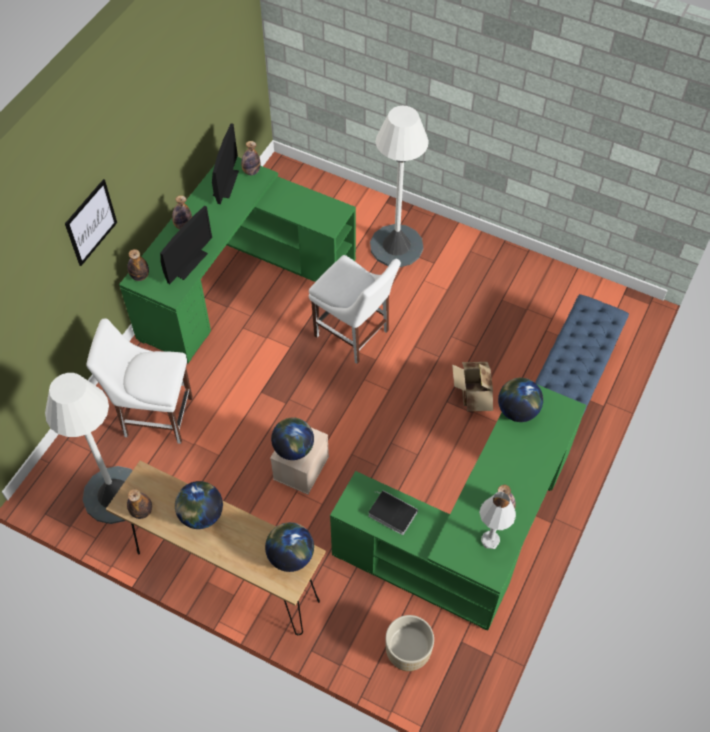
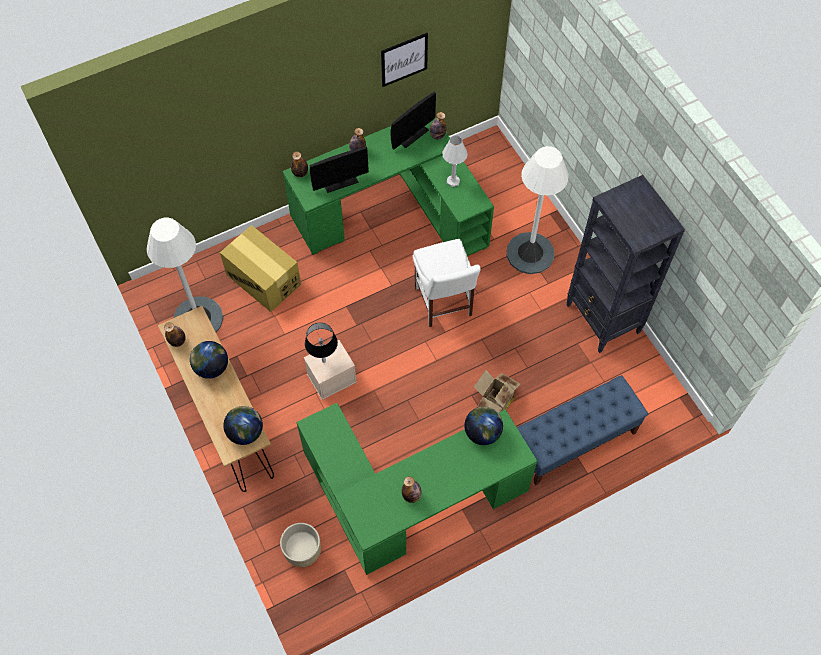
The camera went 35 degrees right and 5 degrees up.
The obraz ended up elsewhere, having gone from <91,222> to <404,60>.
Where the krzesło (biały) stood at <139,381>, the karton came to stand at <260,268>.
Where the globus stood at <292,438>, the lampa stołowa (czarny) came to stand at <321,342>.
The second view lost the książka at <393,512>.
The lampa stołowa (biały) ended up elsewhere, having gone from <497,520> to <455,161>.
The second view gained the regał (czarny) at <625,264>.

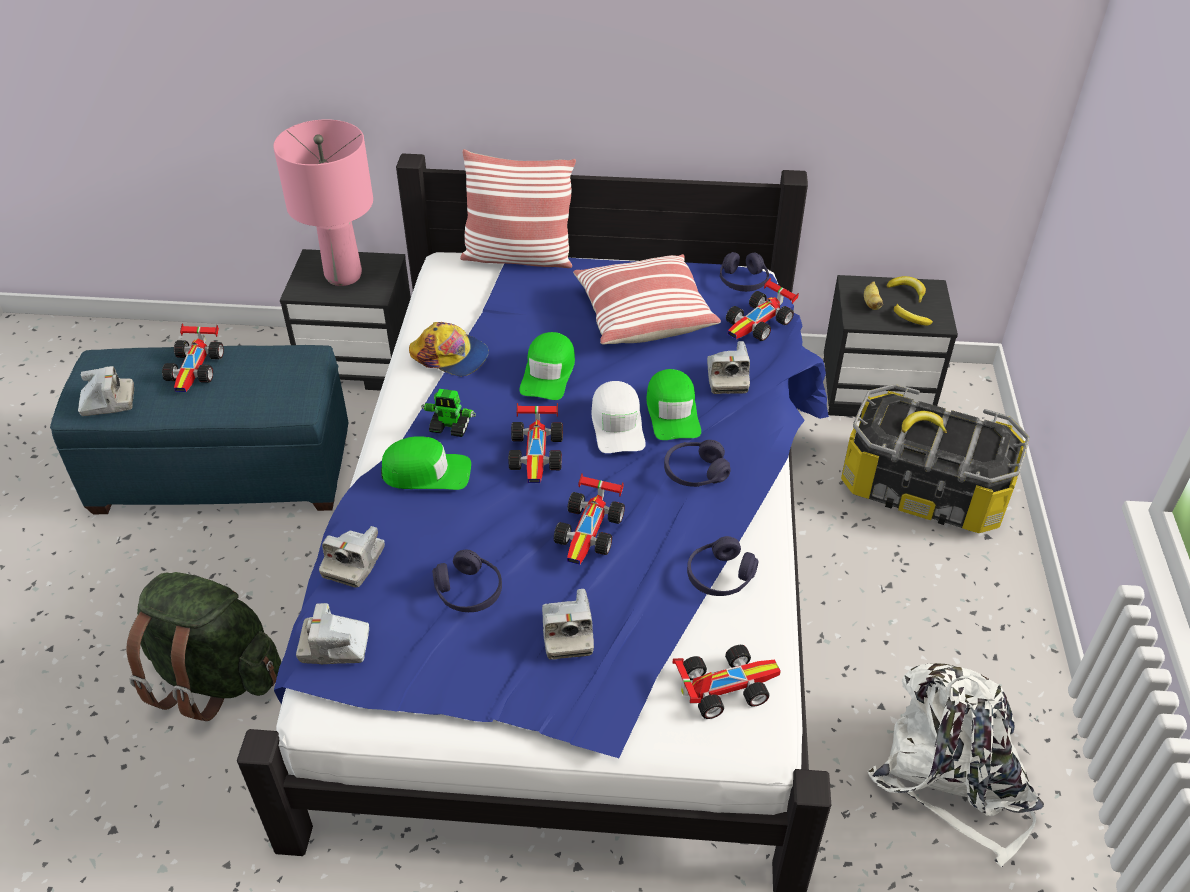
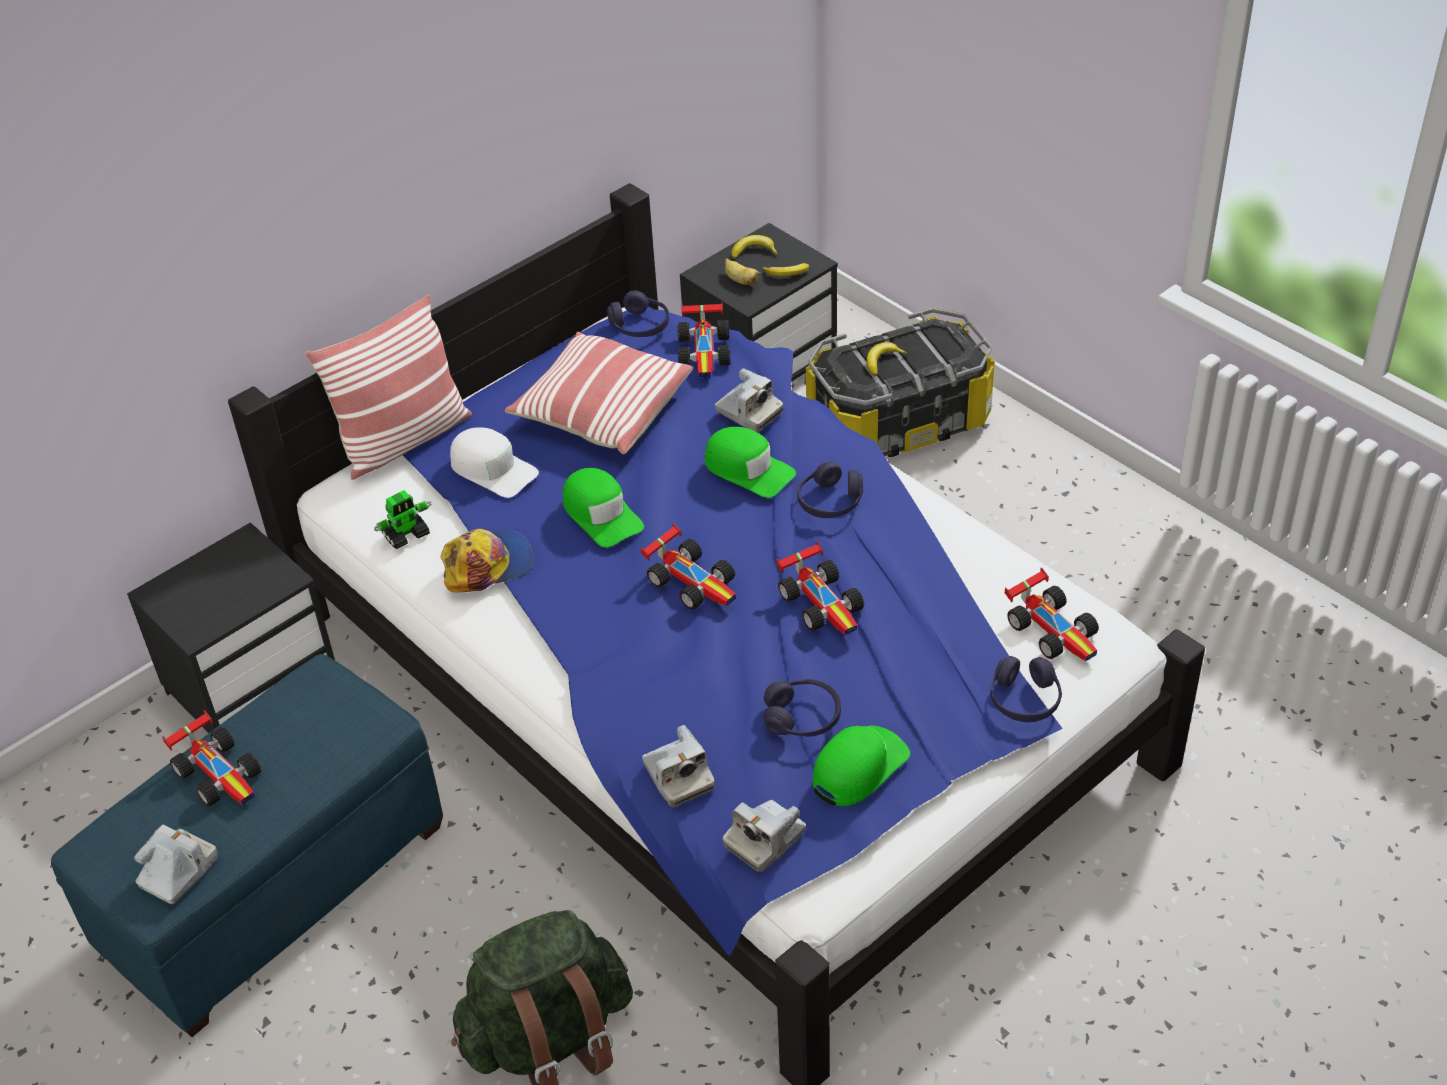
The camera went 45 degrees left and 0 degrees up.
The second view lost the lampa stołowa (różowy) at <323,202>.
The czapka z daszkiem (zielony) ended up elsewhere, having gone from <426,463> to <861,765>.
The robot zabawkowy ended up elsewhere, having gone from <448,413> to <402,519>.
The second view lost the aparat fotograficzny at <568,624>.
The czapka z daszkiem (biały) ended up elsewhere, having gone from <618,417> to <494,462>.
The samochodzik at <727,682> ended up facing another way, 120 degrees clockwise from before.
The słuchawki (fioletowy) ended up elsewhere, having gone from <722,566> to <1026,689>.
The second view lost the plecak (biały) at <956,765>.

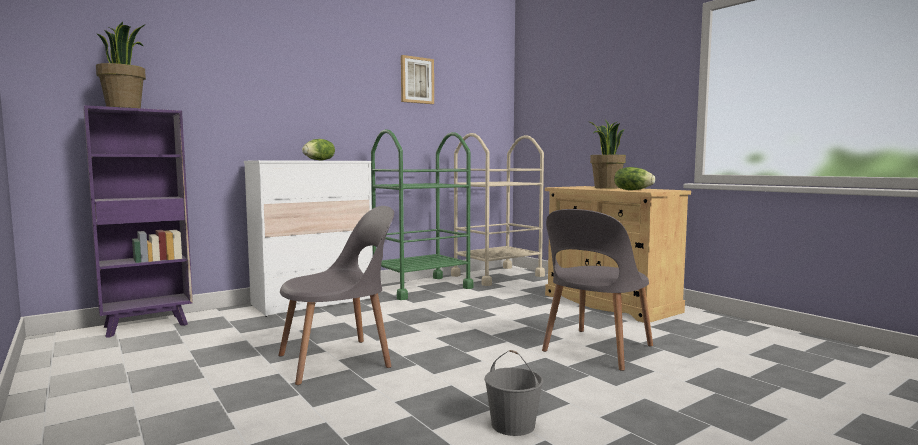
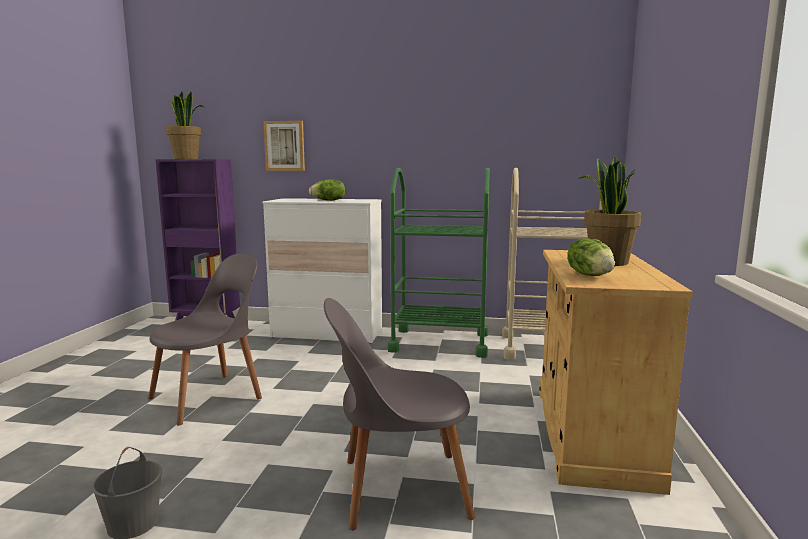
The camera went 45 degrees right and 5 degrees up.
The krzesło (szary) at <336,295> ended up facing another way, 60 degrees counterclockwise from before.
The obraz ended up elsewhere, having gone from <417,79> to <284,146>.

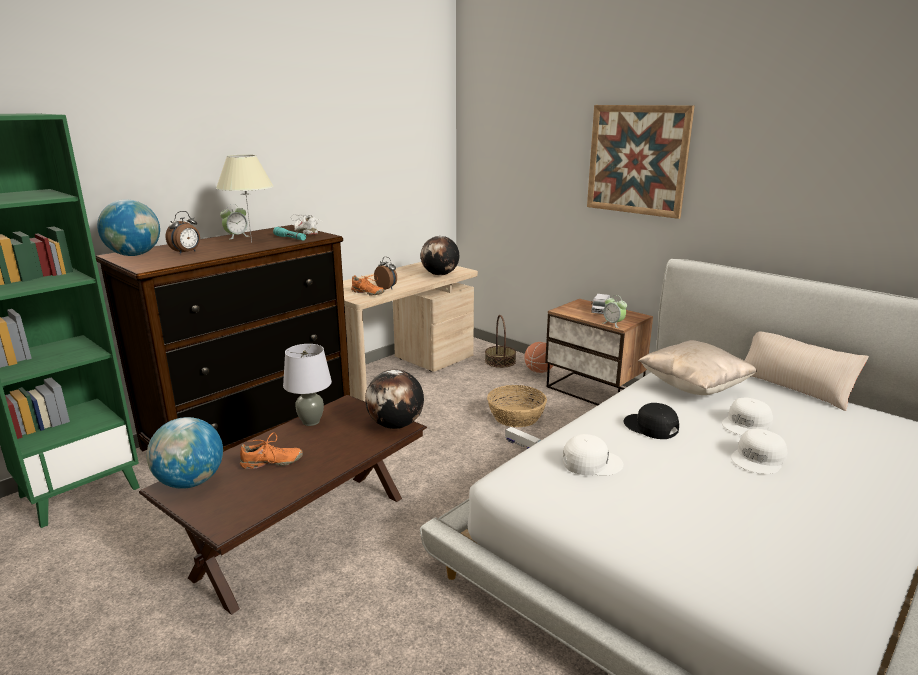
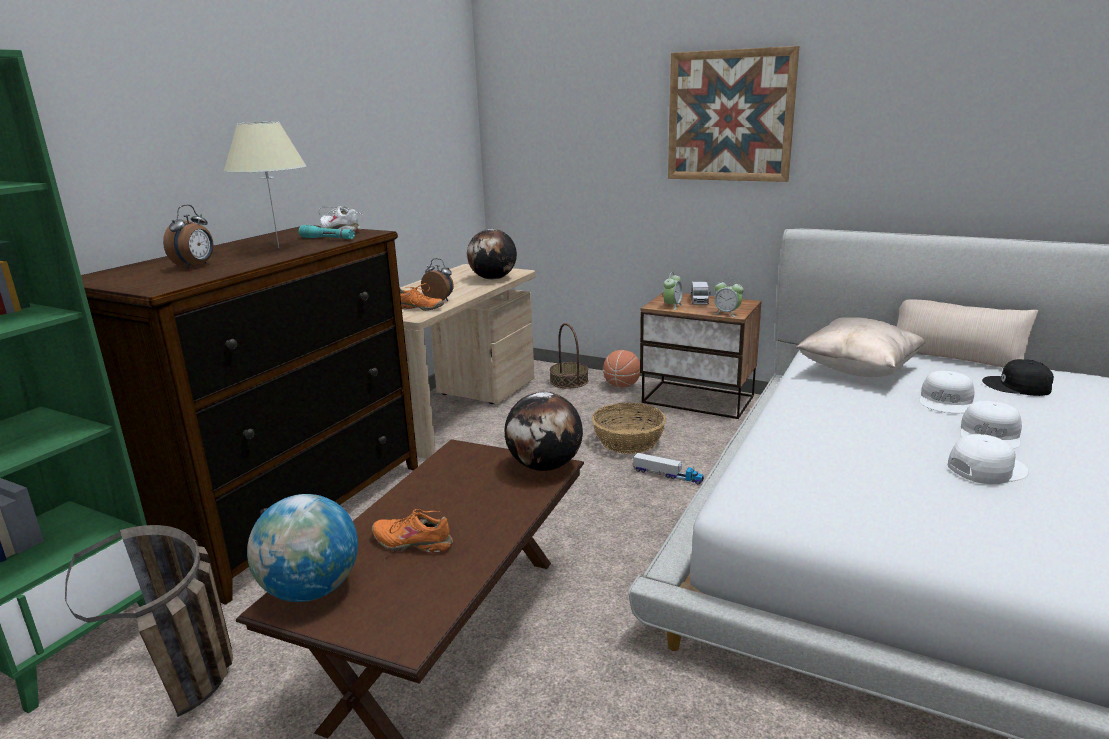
The camera went 15 degrees left and 0 degrees up.
The second view lost the globus at <128,227>.
The budzik ended up elsewhere, having gone from <234,221> to <673,291>.
The but (pomarańczowy) at <271,451> ended up facing another way, 135 degrees counterclockwise from before.
The second view lost the lampa stołowa (szary) at <307,385>.
The czapka z daszkiem (biały) ended up elsewhere, having gone from <592,454> to <988,459>.
The czapka z daszkiem (czarny) ended up elsewhere, having gone from <651,421> to <1018,377>.
The second view gained the koszyk at <149,621>.

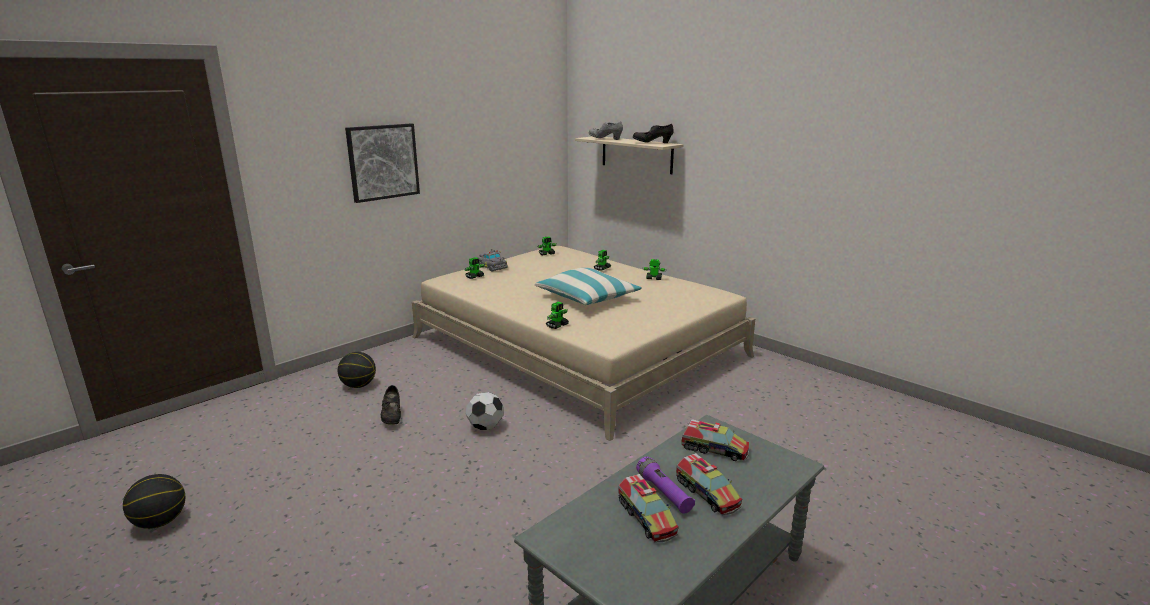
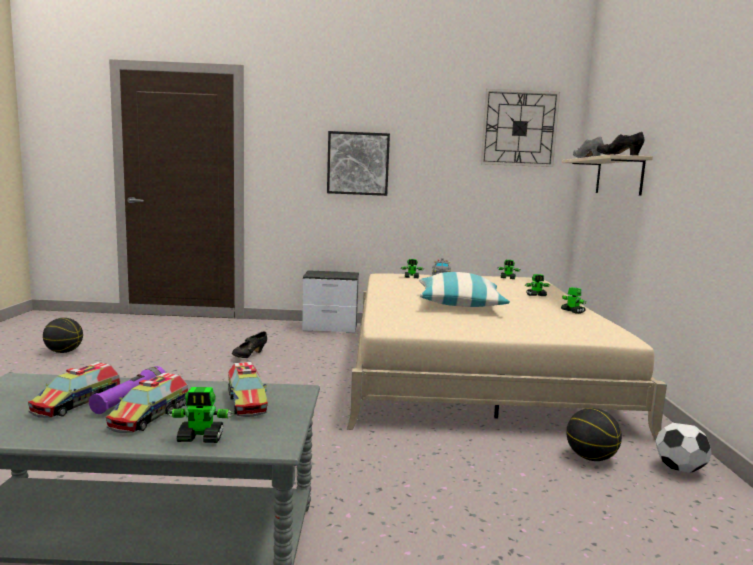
The camera went 45 degrees right and 10 degrees down.
The piłka do koszykówki ended up elsewhere, having gone from <357,370> to <594,434>.
The piłka futbolowa ended up elsewhere, having gone from <485,411> to <684,448>.
The robot zabawkowy ended up elsewhere, having gone from <557,315> to <201,415>.
The second view gained the szafka nocna at <330,301>.
The second view gained the zegar ścienny at <520,128>.

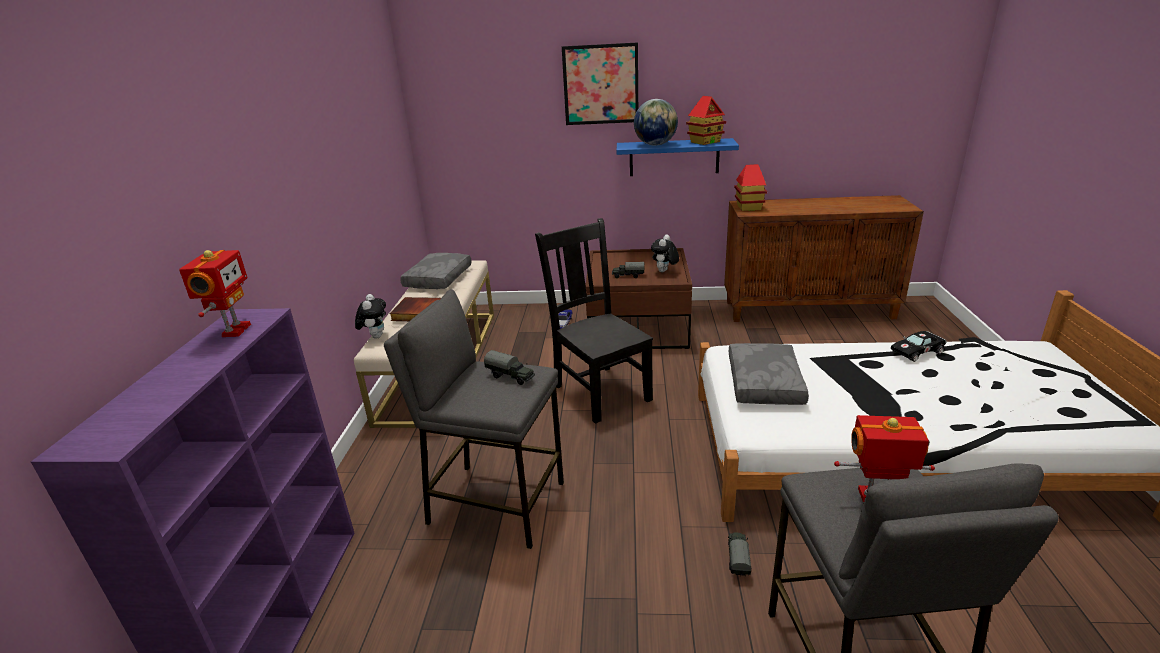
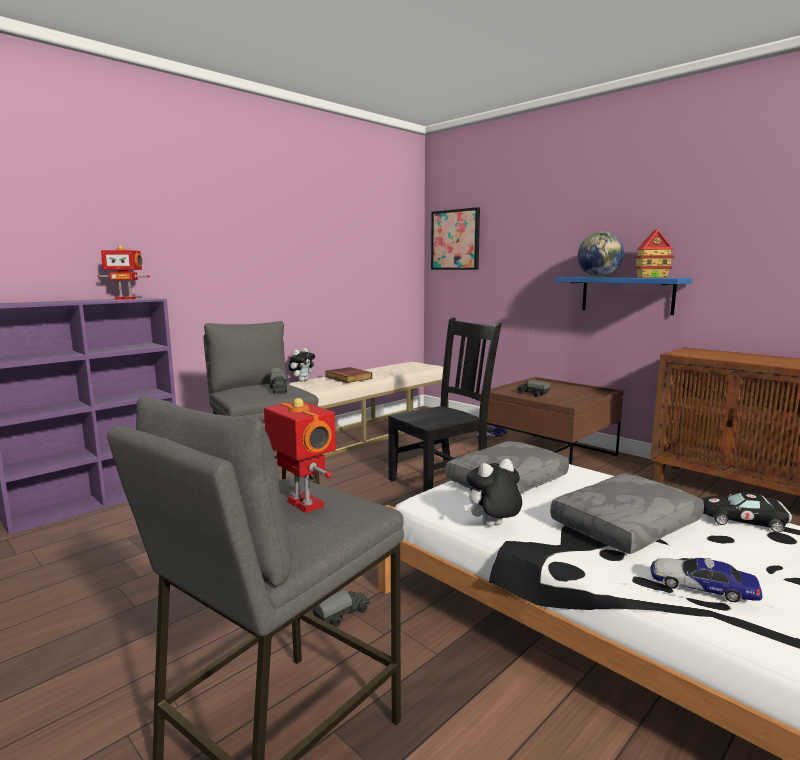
The camera went 40 degrees right and 15 degrees down.
The robot zabawkowy at <215,293> ended up facing another way, 45 degrees clockwise from before.
The poduszka (szary) ended up elsewhere, having gone from <436,271> to <627,514>.
The krzesło (czarny) at <594,321> ended up facing another way, 45 degrees clockwise from before.
The obraz ended up elsewhere, having gone from <600,83> to <455,238>.
The pluszak ended up elsewhere, having gone from <665,253> to <493,492>.
The second view lost the domek at <750,187>.
The second view gained the samochodzik at <706,580>.

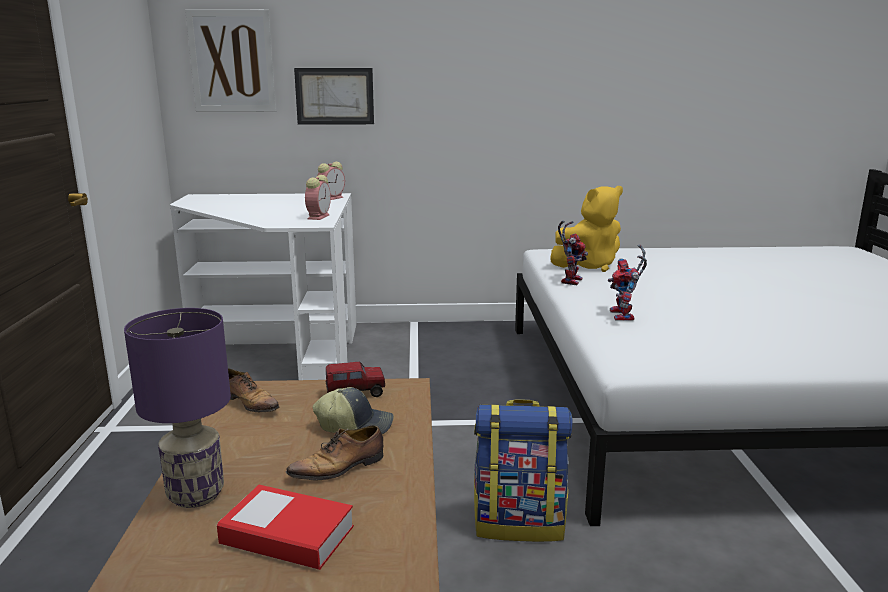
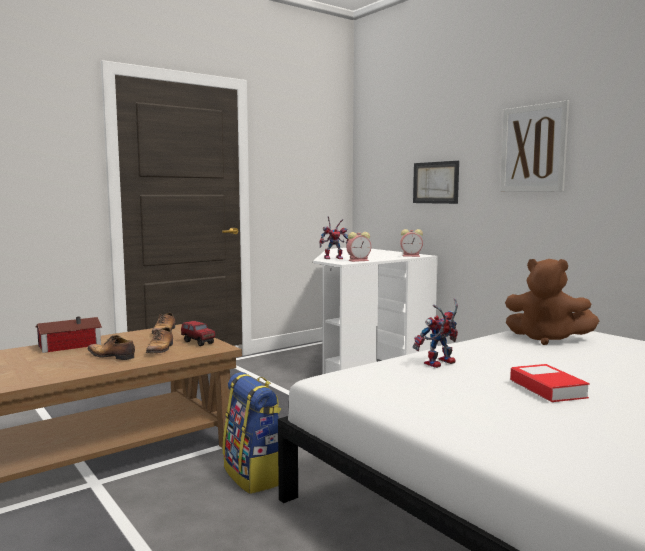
The camera went 55 degrees right and 10 degrees down.
Where the lampa stołowa (fioletowy) stood at <177,408>, the domek came to stand at <68,334>.
The obraz ended up elsewhere, having gone from <230,60> to <534,146>.
The książka ended up elsewhere, having gone from <285,527> to <550,383>.
Where the czapka z daszkiem stood at <353,410>, the but came to stand at <159,340>.
What was the pluszak (żółty) at <586,229> turned into the pluszak (brązowy) at <552,302>.
The robot zabawkowy ended up elsewhere, having gone from <573,253> to <334,237>.

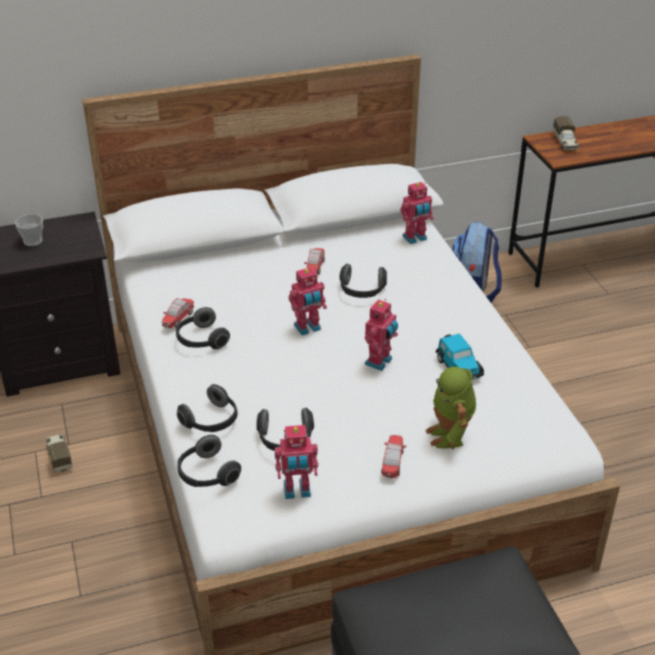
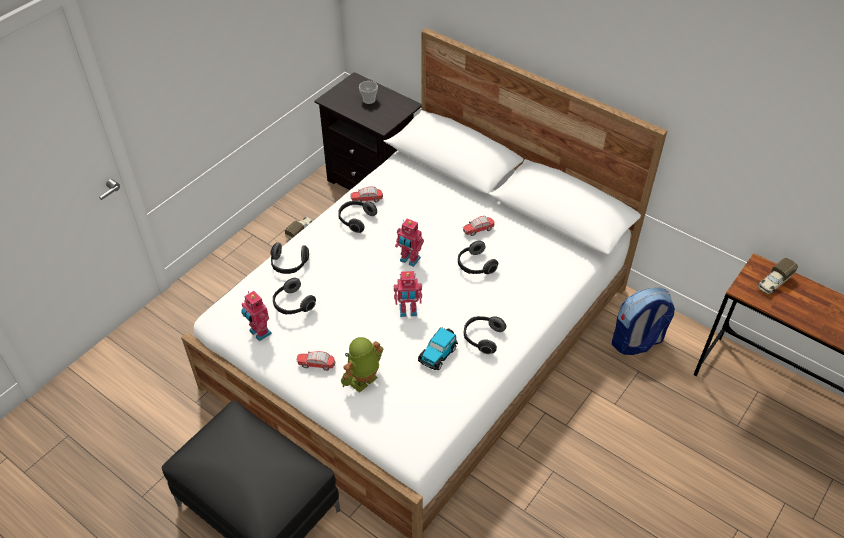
The camera went 55 degrees right and 10 degrees up.
The słuchawki ended up elsewhere, having gone from <209,461> to <485,335>.
The samochodzik at <393,456> ended up facing another way, 150 degrees counterclockwise from before.
The second view lost the robot zabawkowy at <416,213>.

